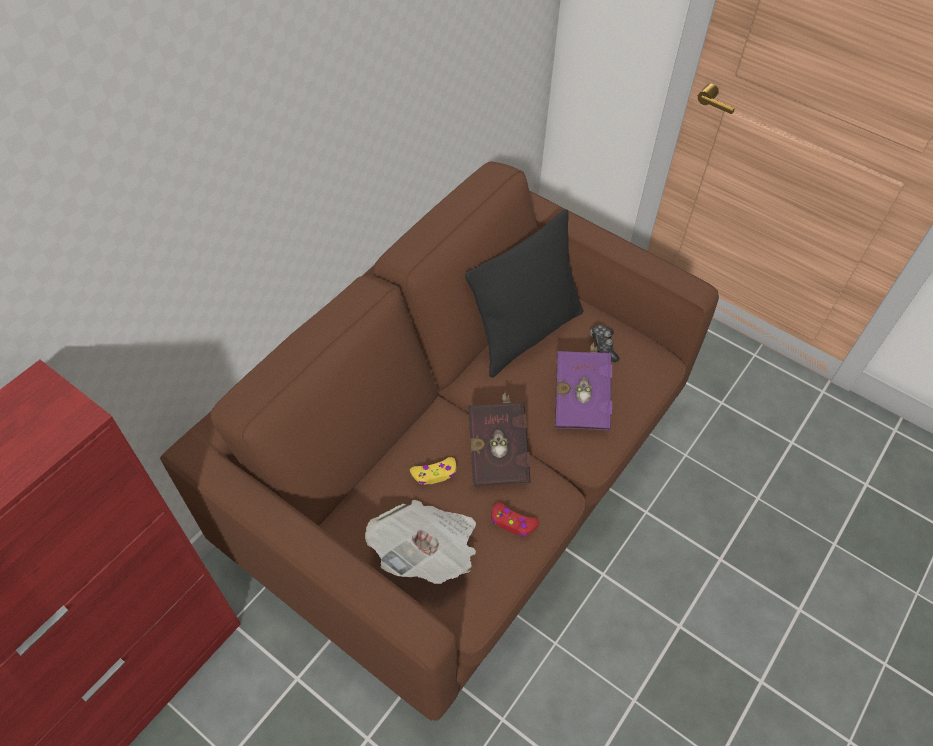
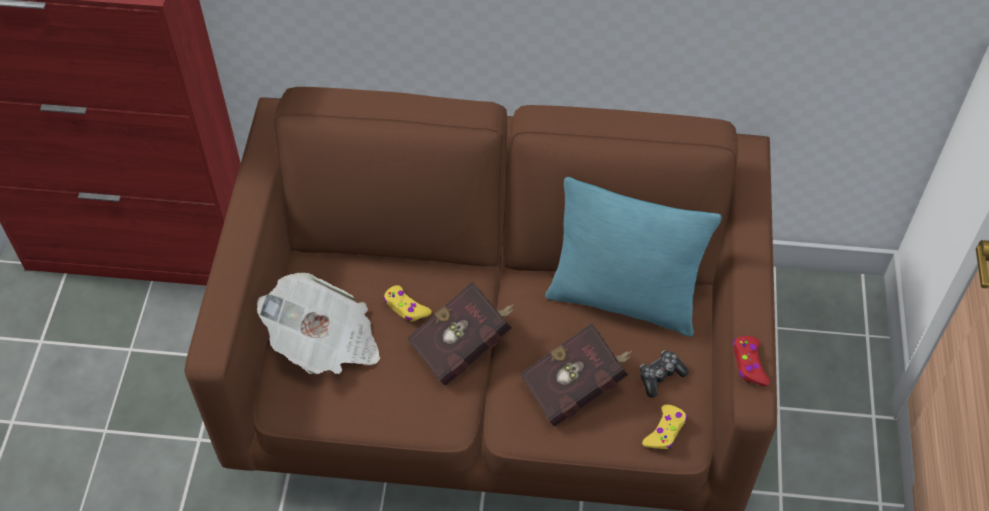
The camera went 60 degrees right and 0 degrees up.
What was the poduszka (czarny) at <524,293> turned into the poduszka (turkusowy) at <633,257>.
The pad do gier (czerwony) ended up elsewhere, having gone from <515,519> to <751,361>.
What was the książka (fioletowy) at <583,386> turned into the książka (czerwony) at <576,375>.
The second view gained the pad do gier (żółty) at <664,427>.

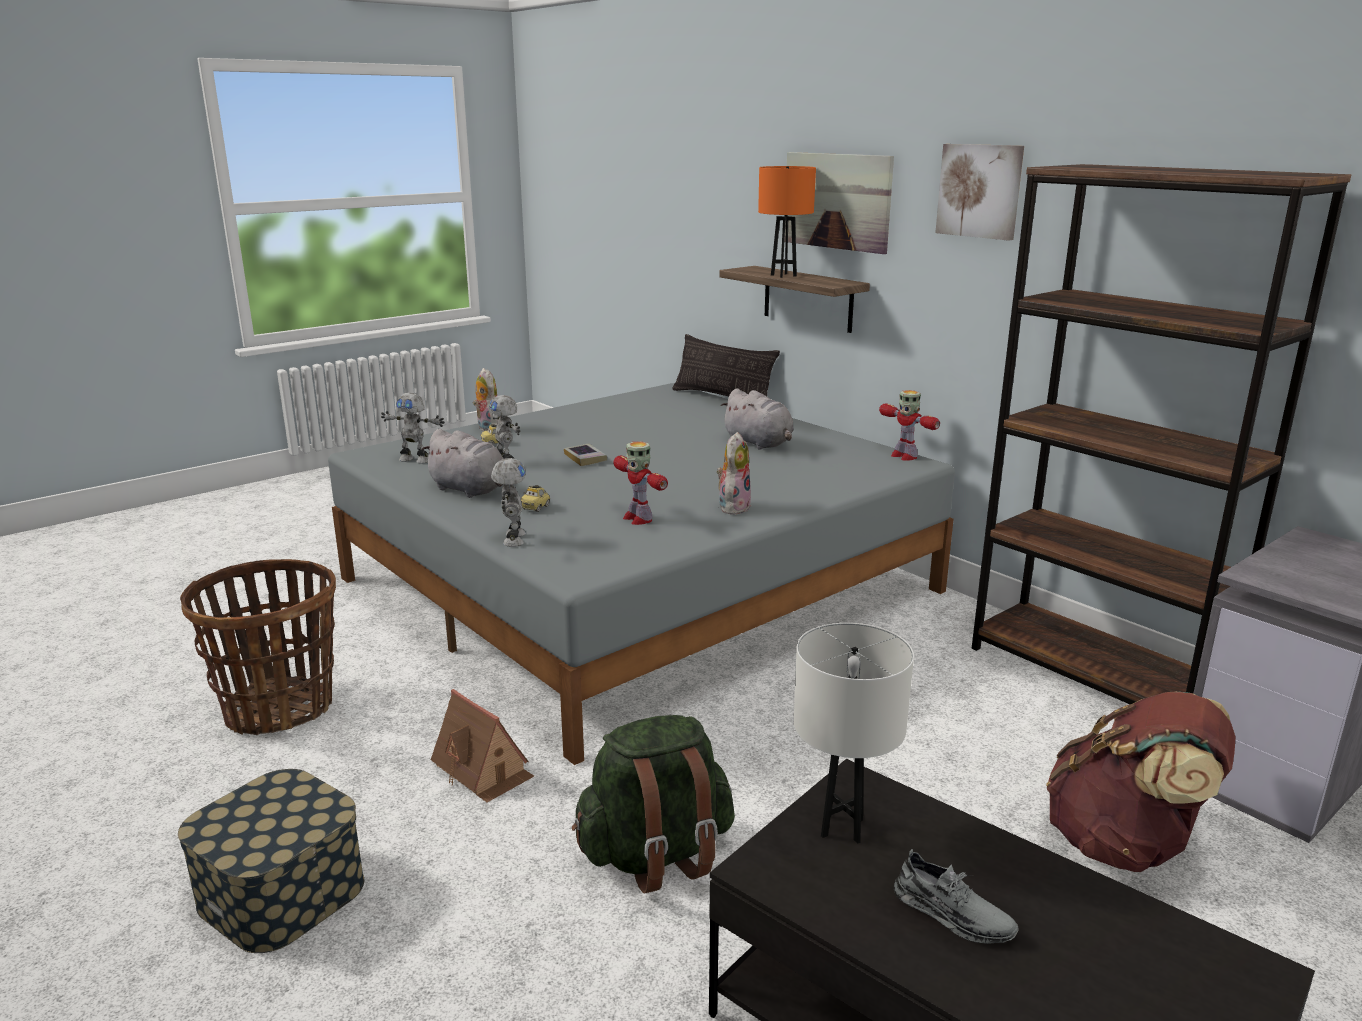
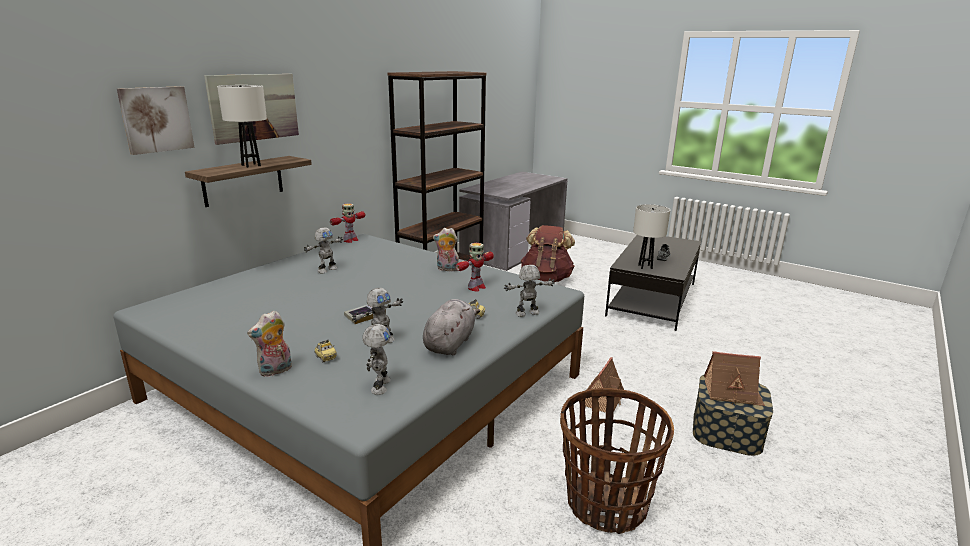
The camera went 105 degrees left and 0 degrees up.
The second view lost the plecak (zielony) at <653,804>.
The second view lost the poduszka at <726,365>.
Where the pluszak (szary) stood at <757,419>, the robot zabawkowy came to stand at <323,250>.
What was the lampa stołowa (pomarańczowy) at <787,222> turned into the lampa stołowa (biały) at <242,126>.
The obraz ended up elsewhere, having gone from <979,192> to <156,120>.
The second view gained the domek at <734,378>.

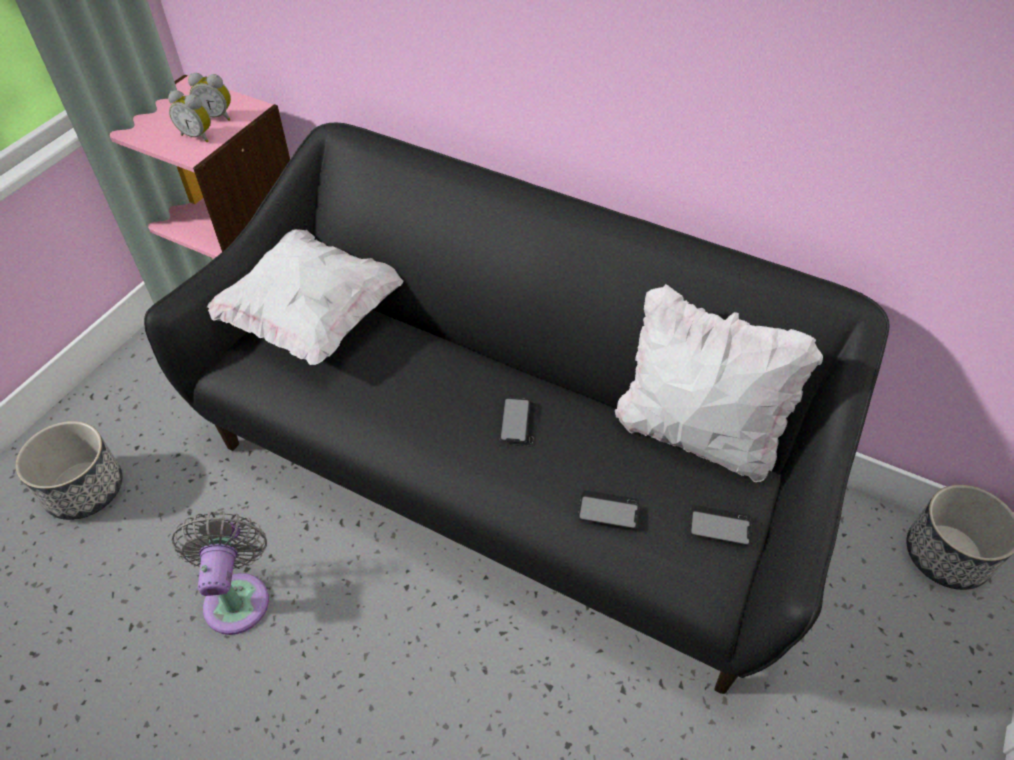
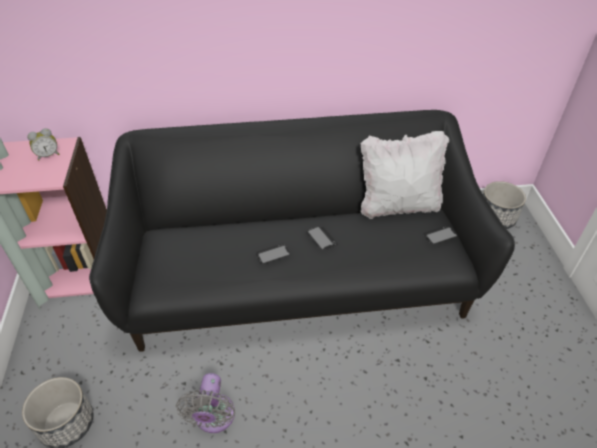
The camera went 35 degrees left and 5 degrees down.
The second view lost the budzik at <189,116>.
The wentylator (szary) at <220,573> ended up facing another way, 135 degrees counterclockwise from before.
The second view lost the poduszka (biały) at <305,297>.
The telefon ended up elsewhere, having gone from <609,509> to <273,253>.

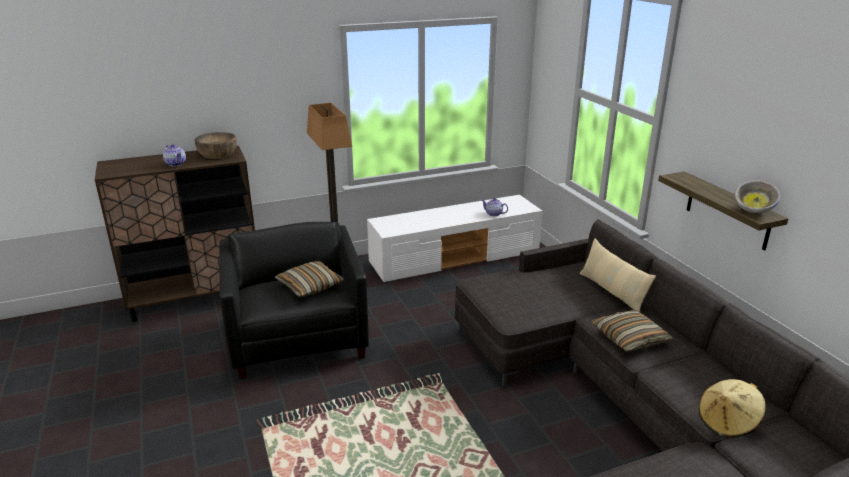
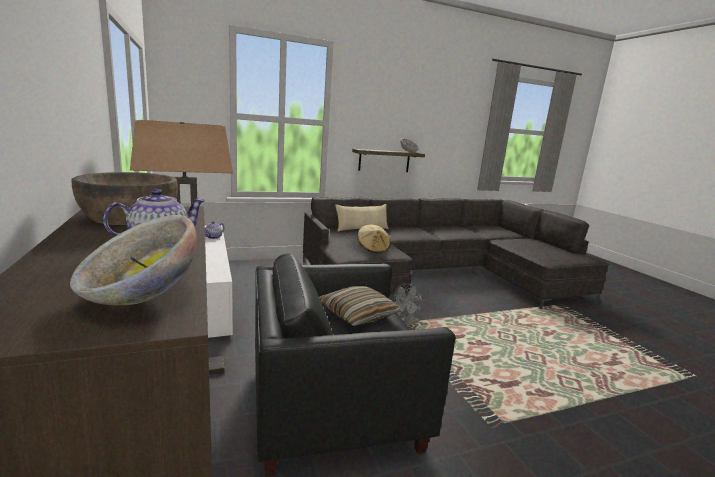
The camera went 90 degrees left and 10 degrees down.
The second view lost the poduszka at <632,331>.
The kapelusz (beżowy) ended up elsewhere, having gone from <732,408> to <374,239>.
The second view gained the miska at <133,260>.
The second view gained the wentylator (szary) at <408,304>.

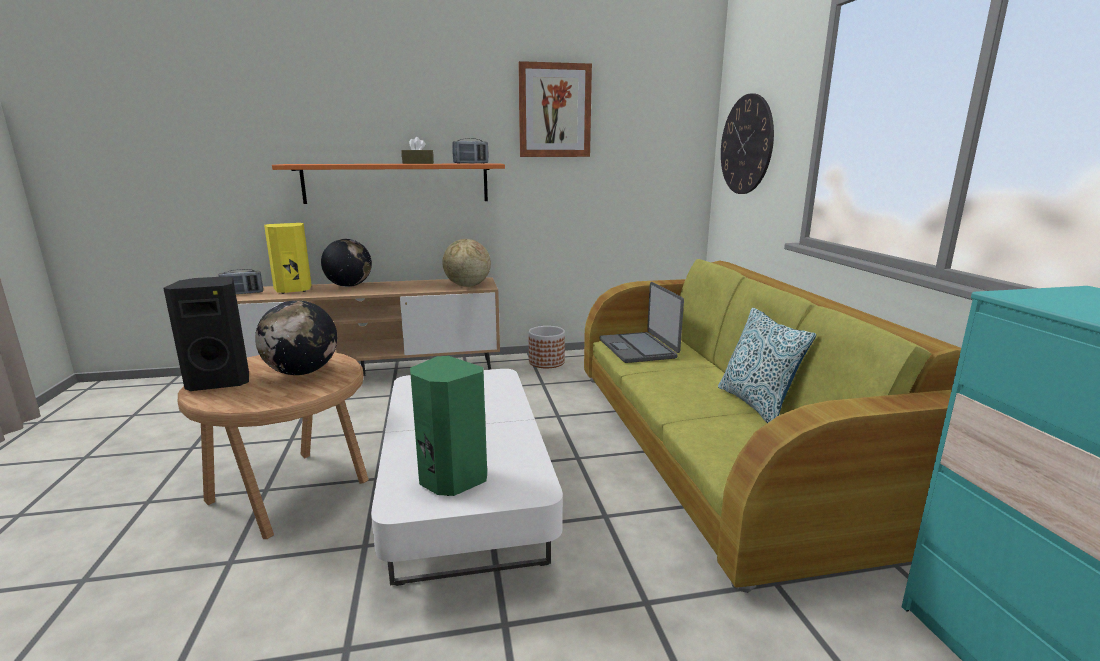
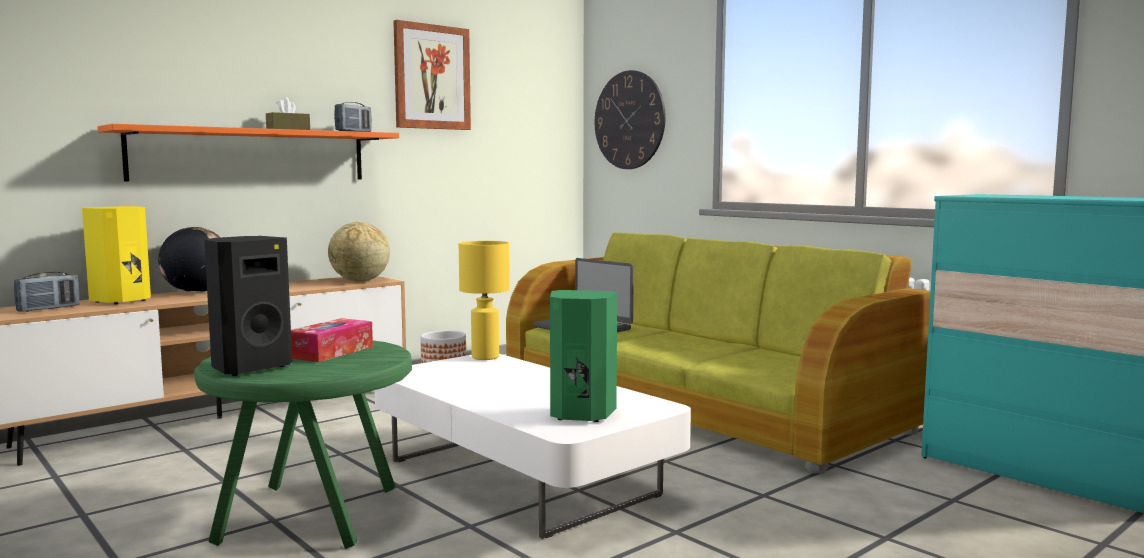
The camera went 30 degrees left and 10 degrees down.
What was the stolik (brązowy) at <273,445> turned into the stolik (zielony) at <303,445>.
Where the globus stood at <296,337>, the pudełko chusteczek came to stand at <332,340>.
The second view lost the poduszka at <767,365>.
The second view gained the lampa stołowa (żółty) at <484,300>.

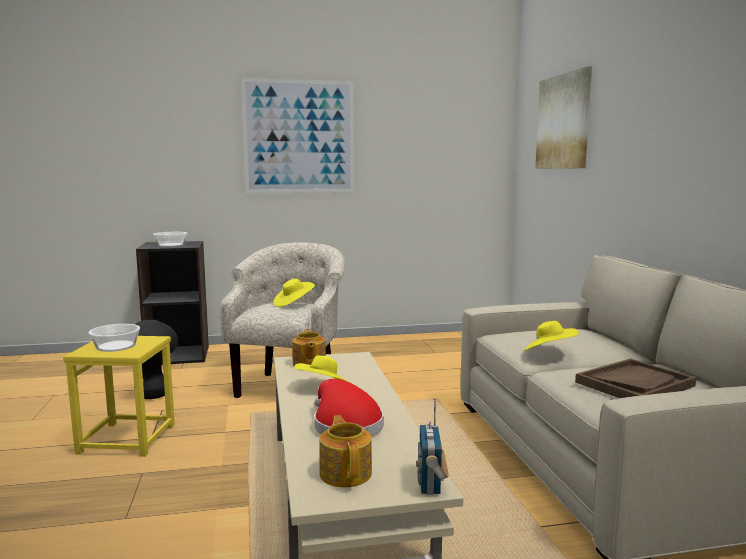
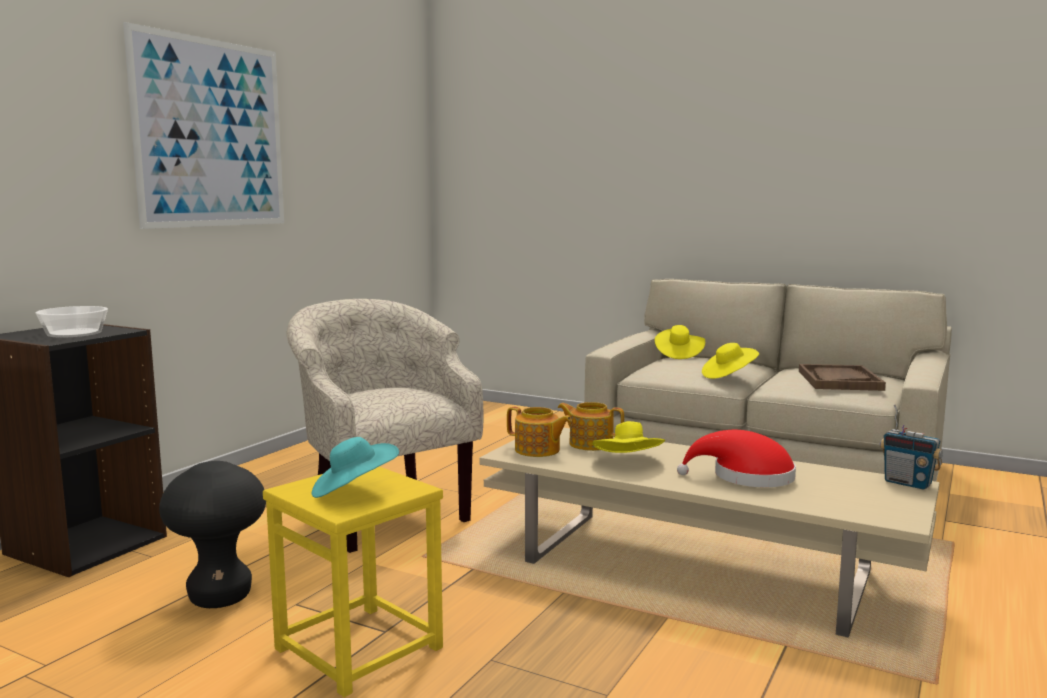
The camera went 50 degrees left and 0 degrees up.
Where the miska stood at <114,338>, the kapelusz (turkusowy) came to stand at <355,467>.
The kapelusz (żółty) ended up elsewhere, having gone from <294,293> to <680,342>.
The imbryk ended up elsewhere, having gone from <345,451> to <590,426>.
The second view lost the obraz at <563,117>.

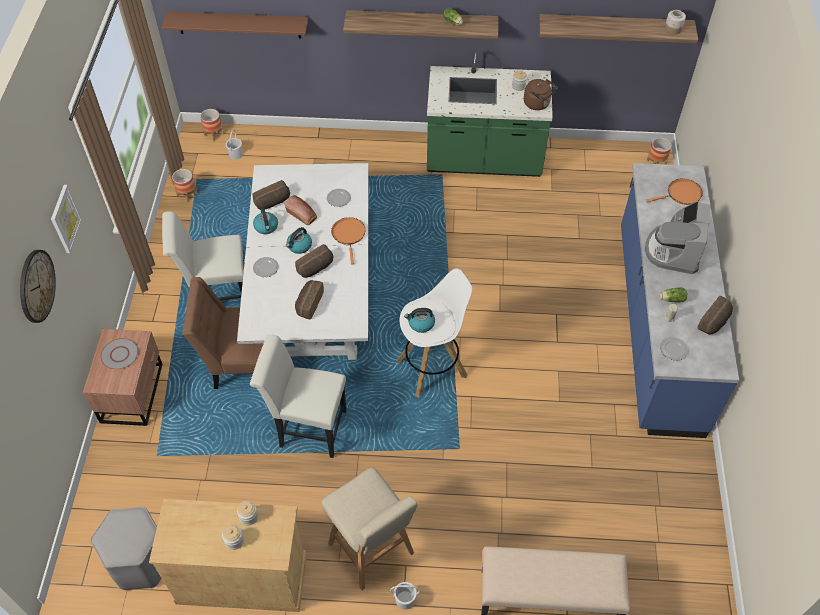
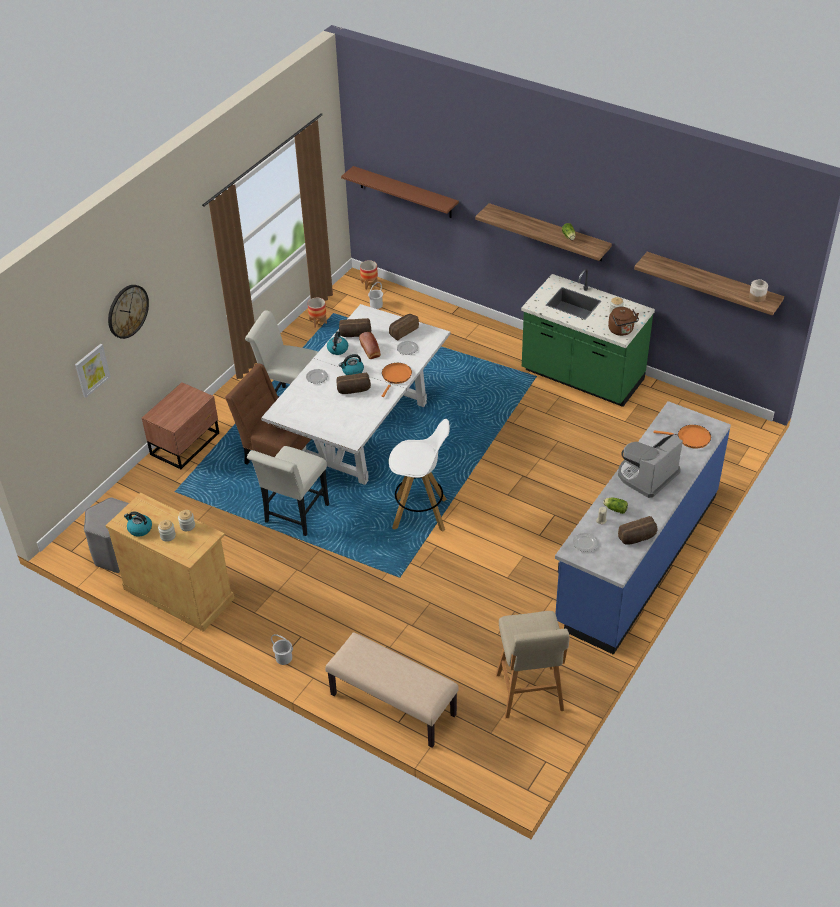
The camera went 30 degrees right and 10 degrees down.
The obraz ended up elsewhere, having gone from <66,219> to <93,371>.
The second view lost the talerz (szary) at <119,354>.
The krzesło (biały) at <298,396> ended up facing another way, 105 degrees counterclockwise from before.
The chleb ended up elsewhere, having gone from <309,299> to <404,327>.
The stołek (beżowy) ended up elsewhere, having gone from <369,529> to <533,664>.
The czajnik ended up elsewhere, having gone from <419,320> to <138,523>.
The second view lost the donica at <659,151>.

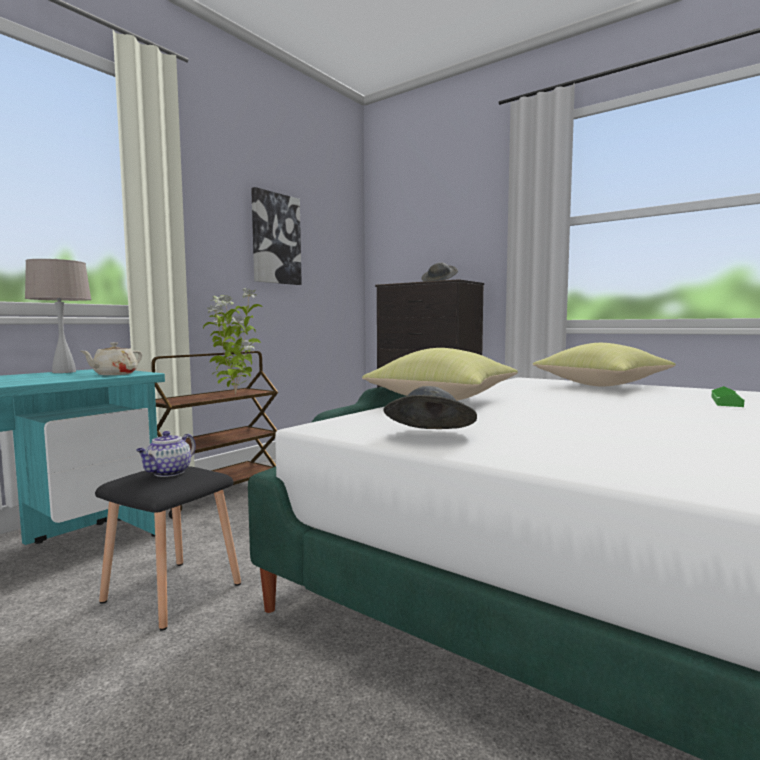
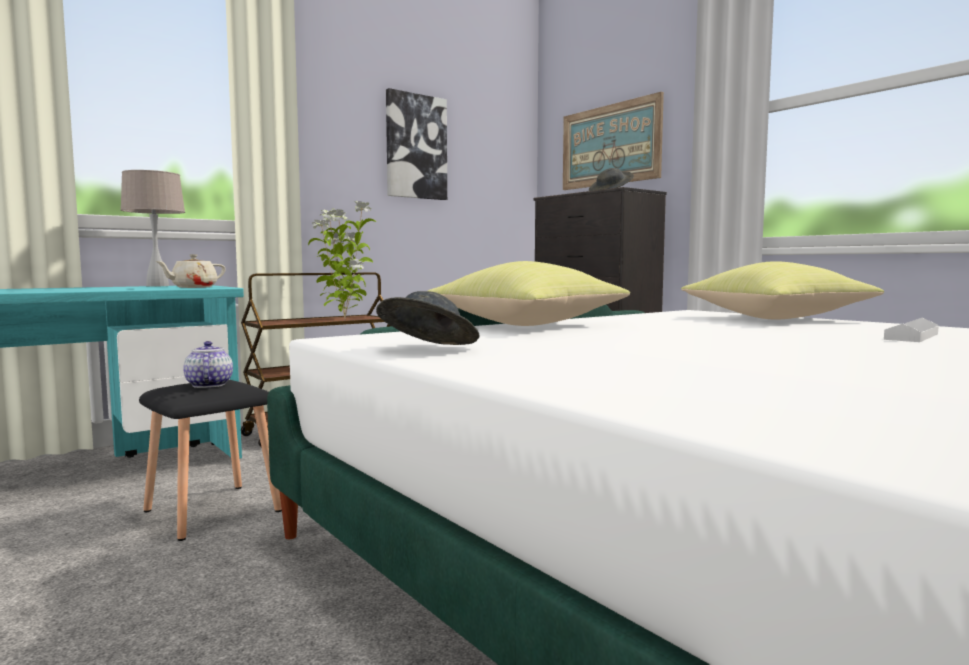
The camera went 15 degrees right and 0 degrees up.
The imbryk at <166,454> ended up facing another way, 120 degrees clockwise from before.
What was the taca (zielony) at <727,396> turned into the taca (biały) at <911,330>.
The second view gained the obraz at <613,141>.

